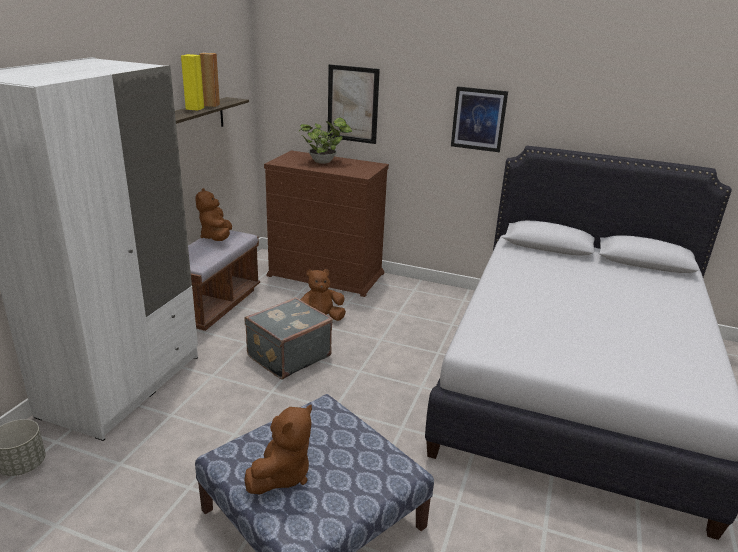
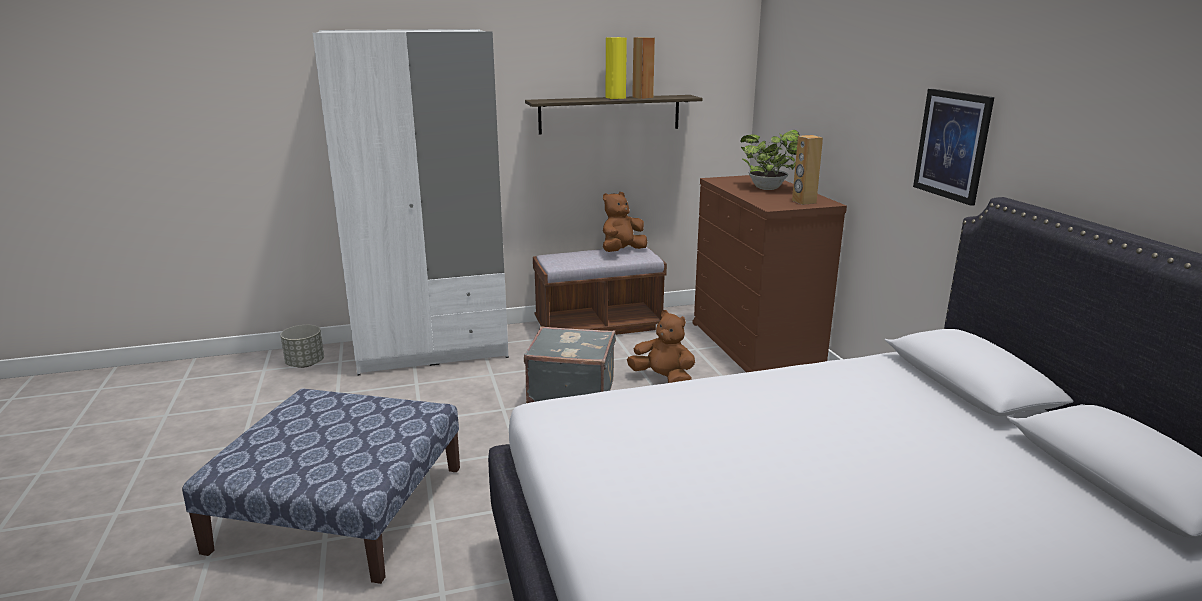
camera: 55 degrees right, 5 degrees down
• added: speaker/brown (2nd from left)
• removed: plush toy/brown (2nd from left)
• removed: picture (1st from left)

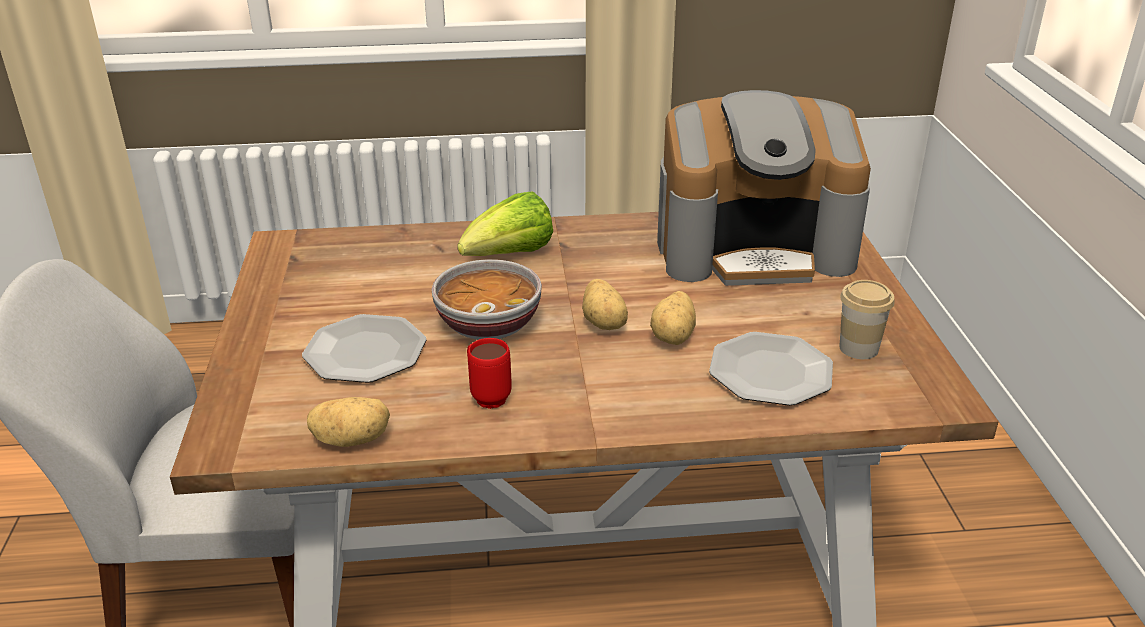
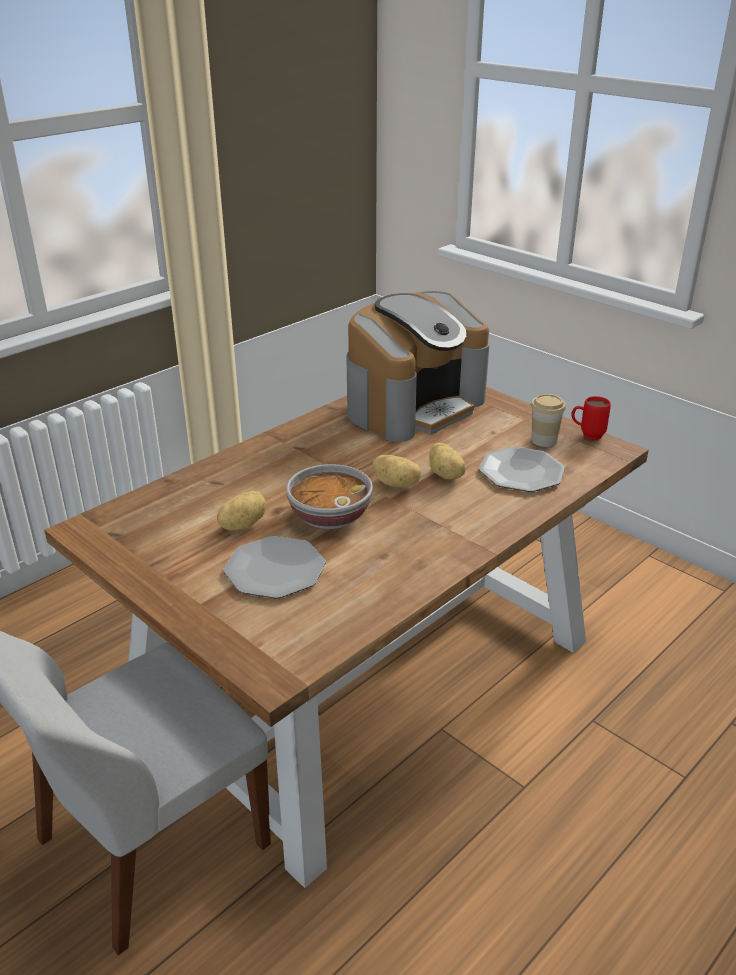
camera: 40 degrees left, 0 degrees up
• moved: potato (1st from left)
• moved: mug/red
• removed: lettuce

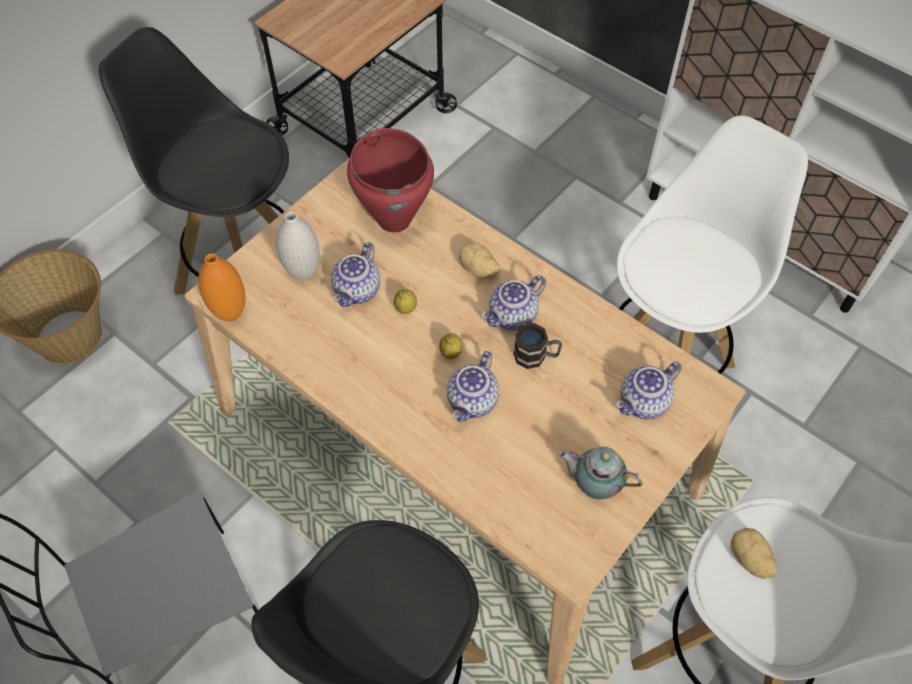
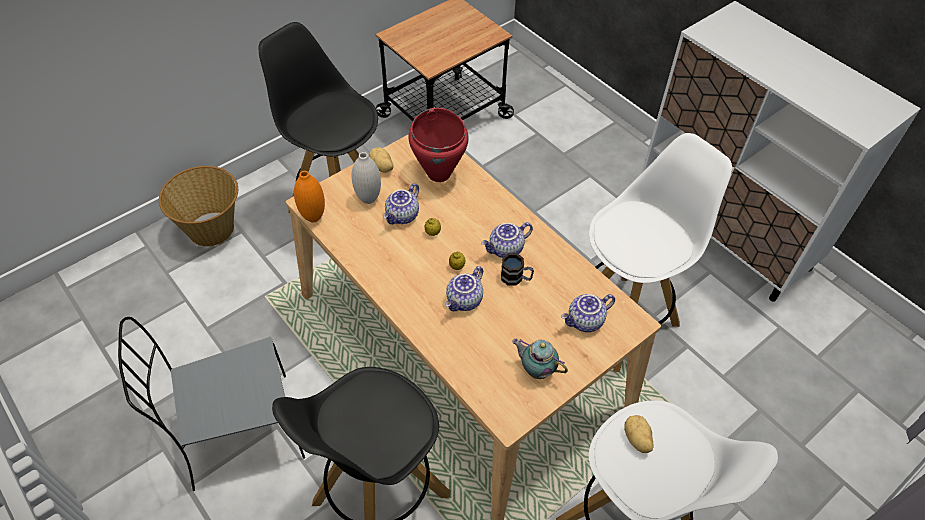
camera: 10 degrees right, 5 degrees down
• moved: potato (1st from left)

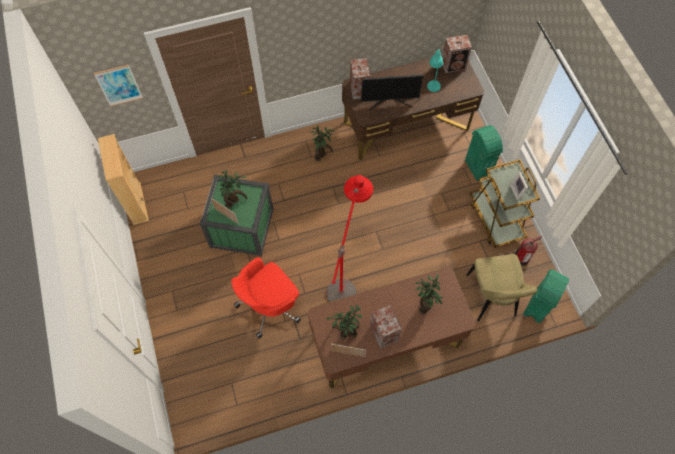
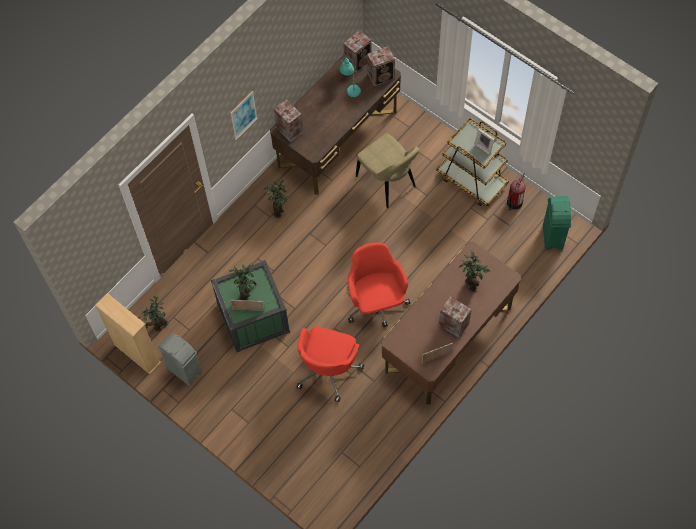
camera: 30 degrees left, 0 degrees up
• moved: potted plant (3rd from left in the first image) to potted plant (1st from left)
• added: trash can/grey
• moved: picture
• replaced: floor lamp/red to office chair/red (2nd from left)
• moved: chair/beige
• added: speaker (3rd from left)
• removed: monitor
• removed: trash can/green (1st from left)

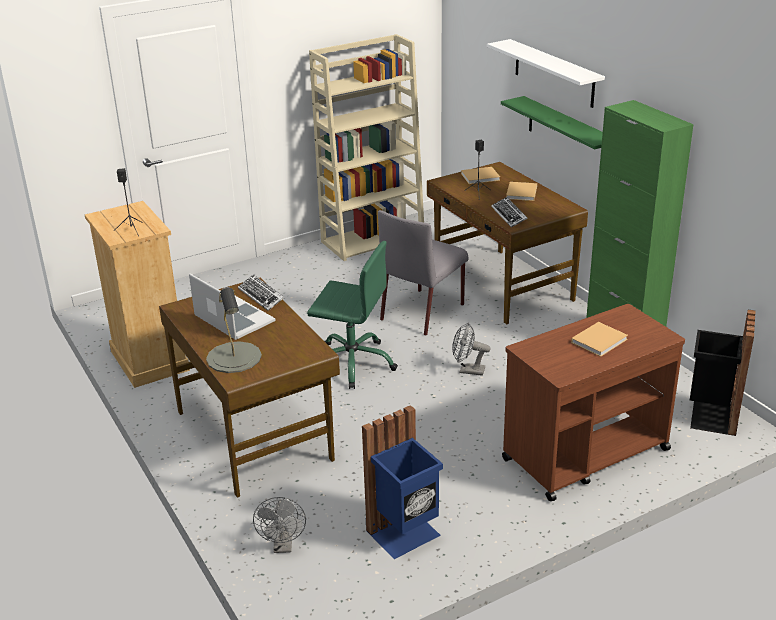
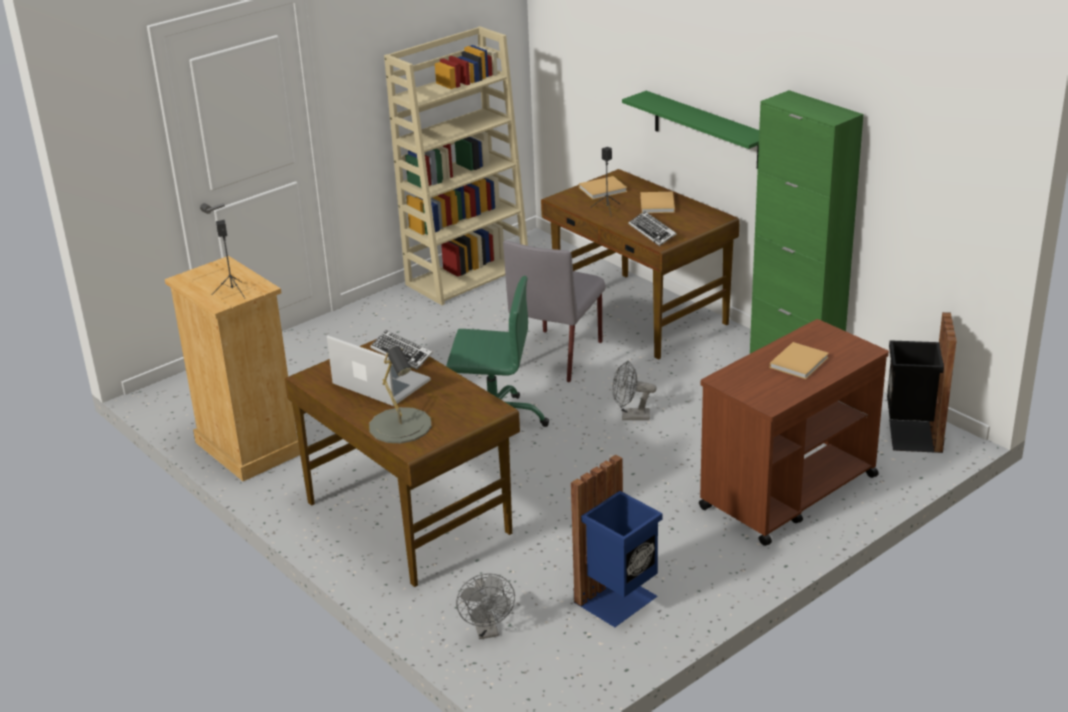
camera: 10 degrees left, 0 degrees up
• removed: shelf/white

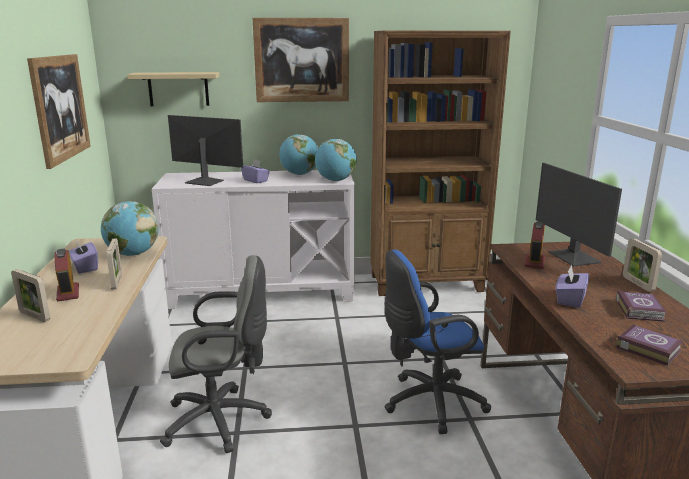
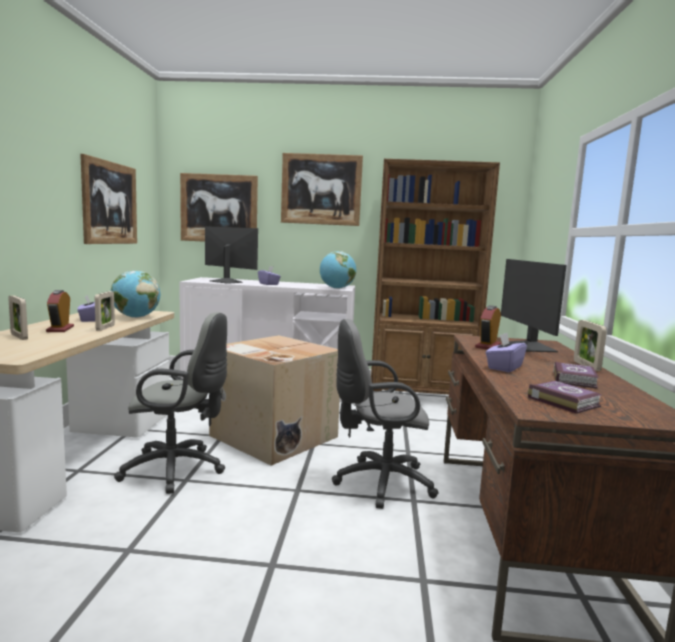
camera: 10 degrees right, 10 degrees down
• replaced: shelf/beige to picture (2nd from left)
• added: cardboard box
• recoloured: office chair/blue to office chair/grey (2nd from left)
• removed: globe (2nd from left)

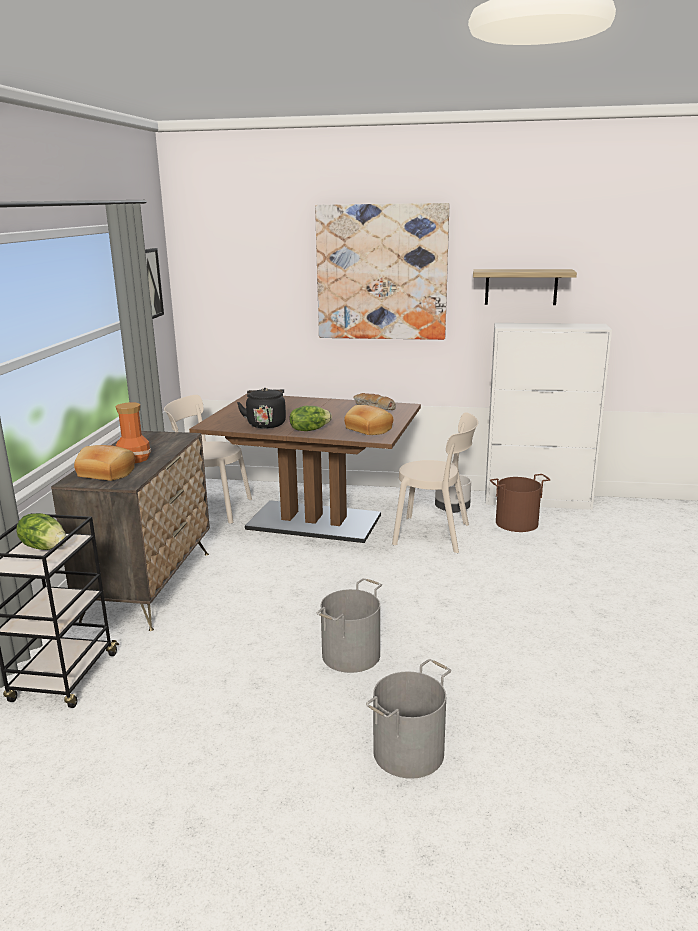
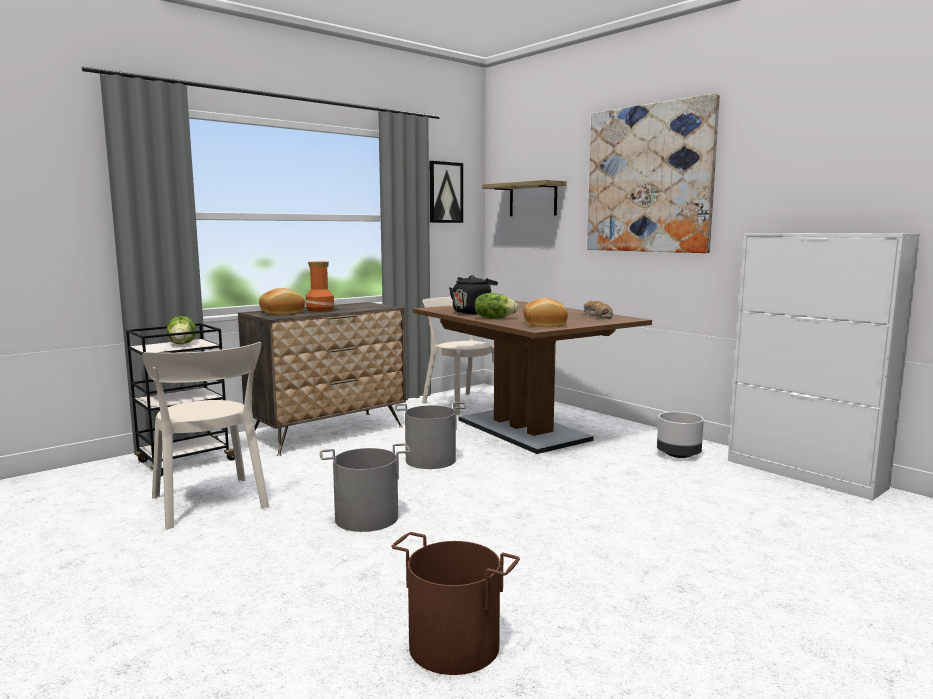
camera: 40 degrees right, 10 degrees down
• moved: chair/beige (2nd from left in the first image) to chair/beige (1st from left)
• moved: bucket/brown
• moved: bucket/grey (2nd from left)
• moved: shelf

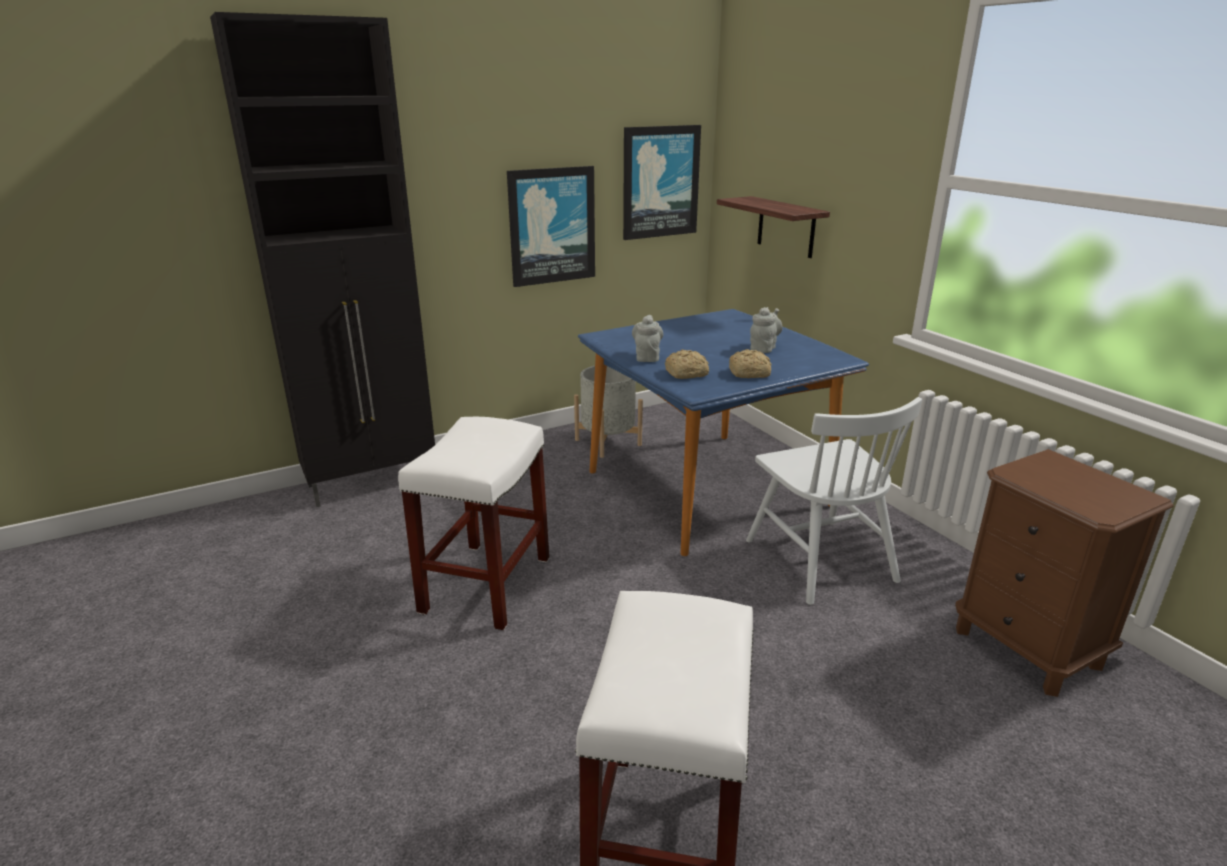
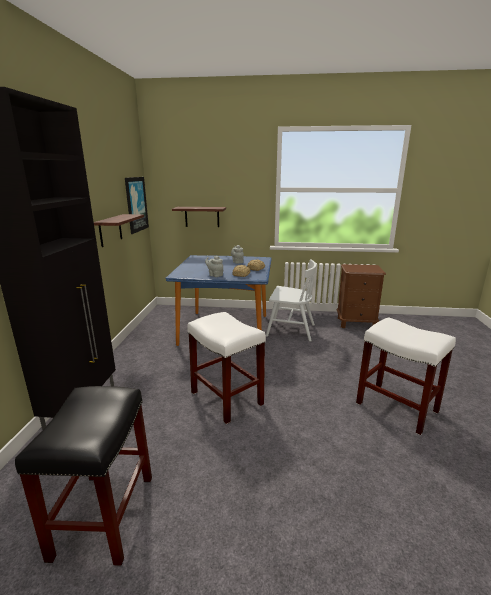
camera: 55 degrees left, 5 degrees down
• added: stool/black
• replaced: picture (1st from left) to shelf (1st from left)
• removed: planter/grey

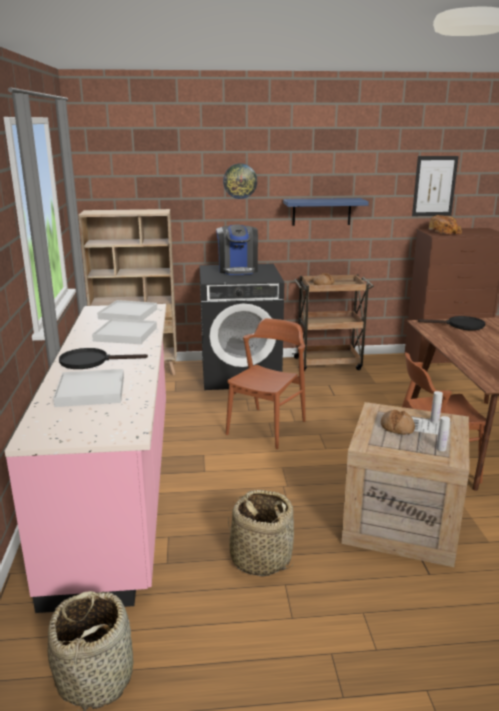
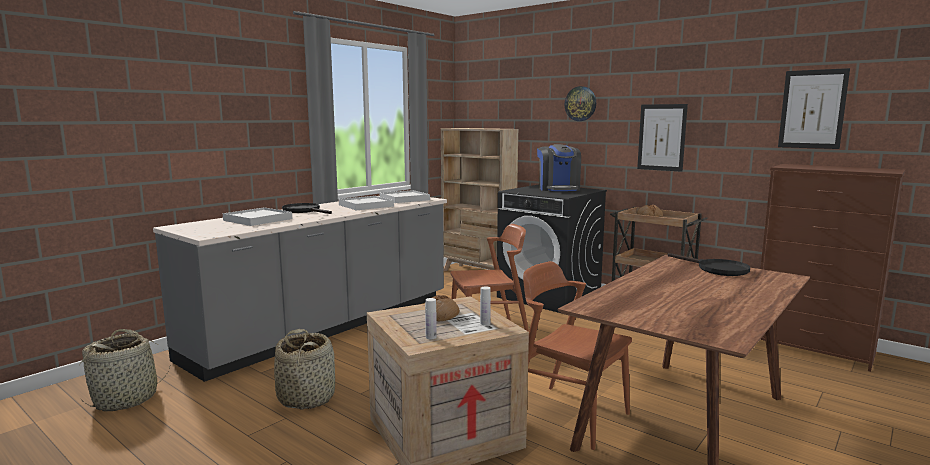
camera: 45 degrees right, 10 degrees down
• recoloured: counter/pink to counter/grey
• turned: coffee machine 45 degrees counterclockwise
• replaced: shelf/blue to picture (1st from left)
• removed: bread (3rd from left)

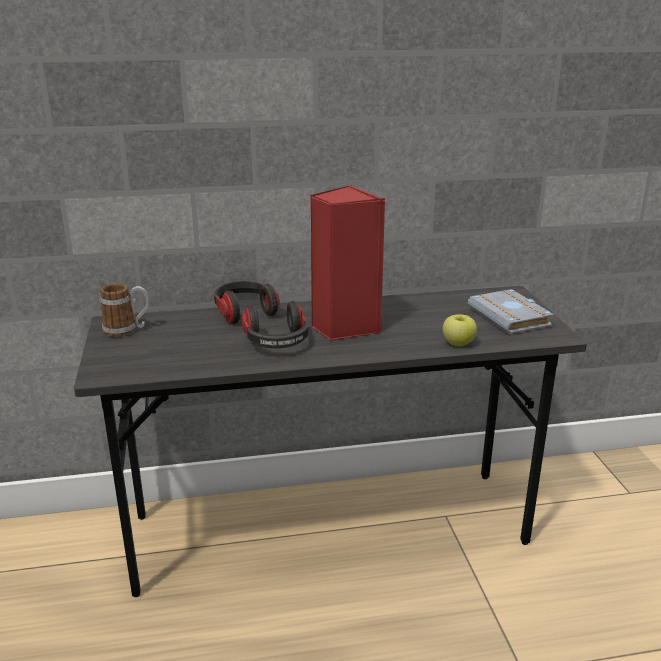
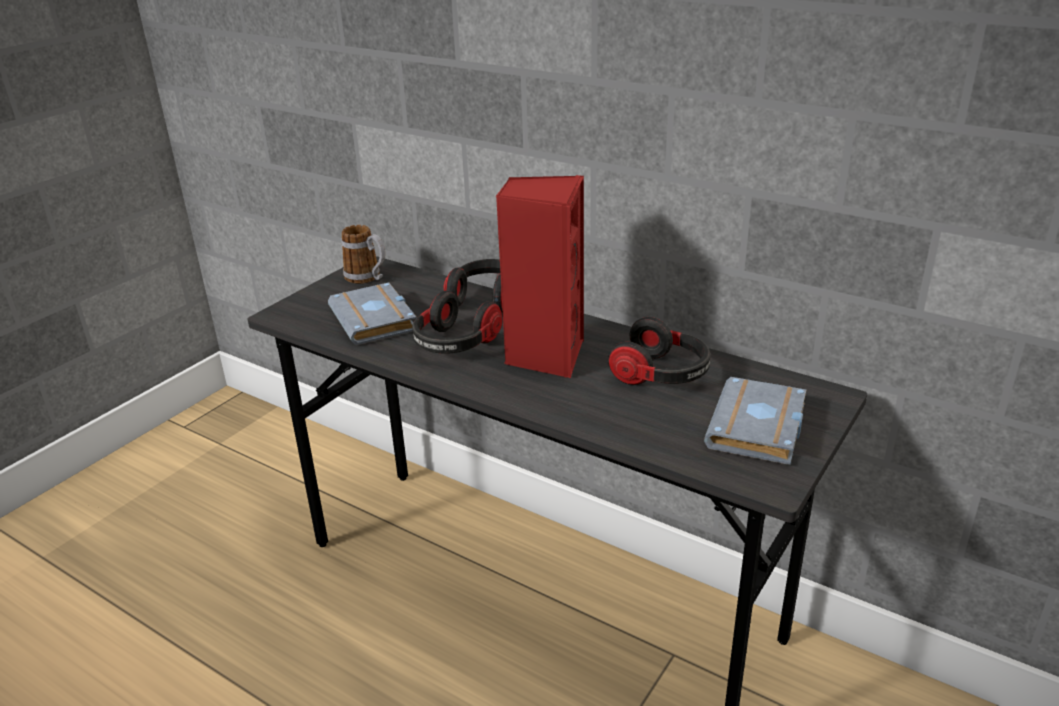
camera: 45 degrees right, 5 degrees up
• added: book/grey (1st from left)
• added: headphones (3rd from left)
• removed: apple

